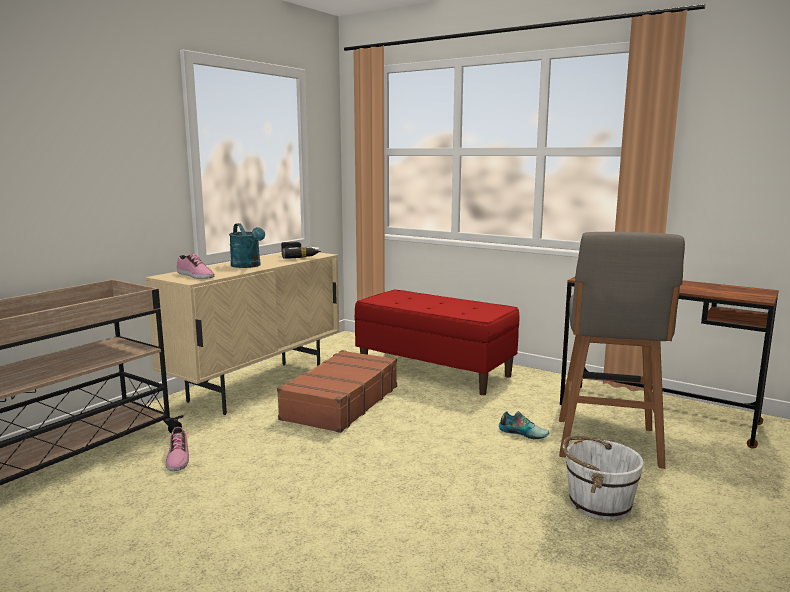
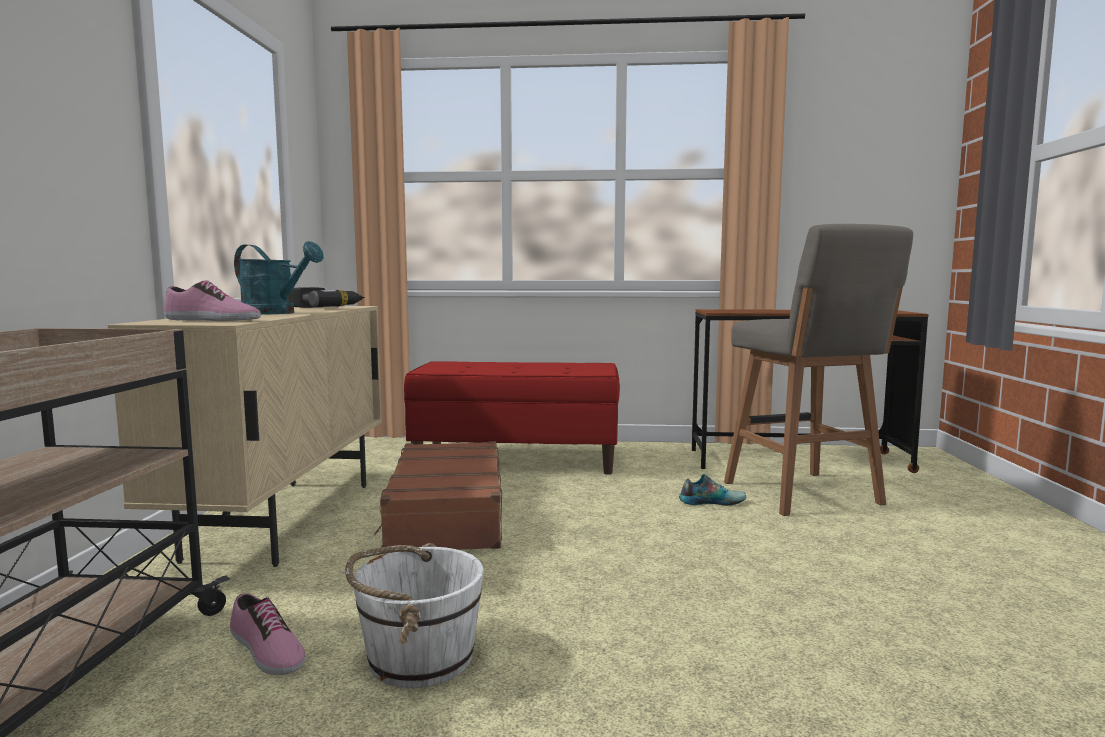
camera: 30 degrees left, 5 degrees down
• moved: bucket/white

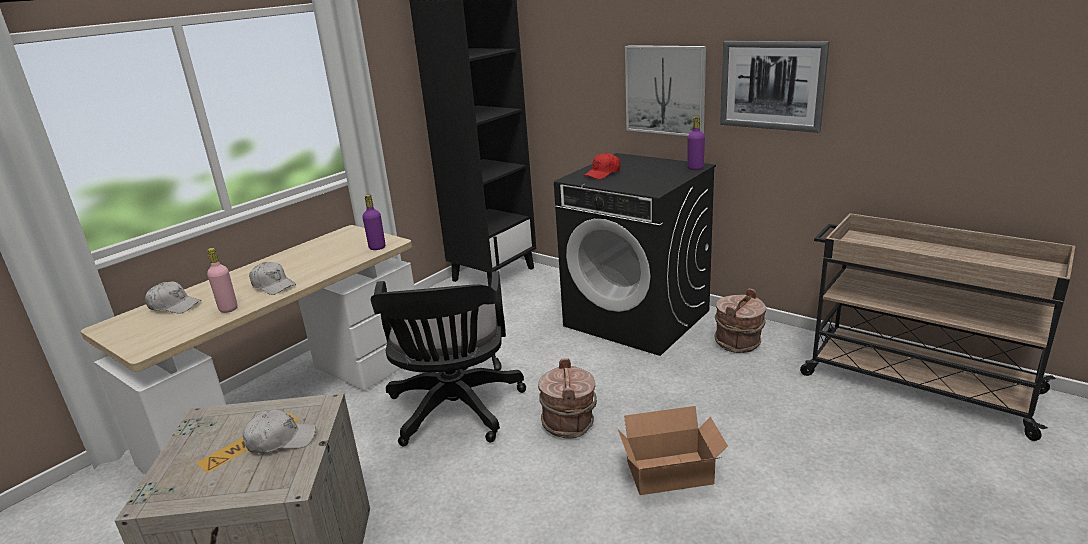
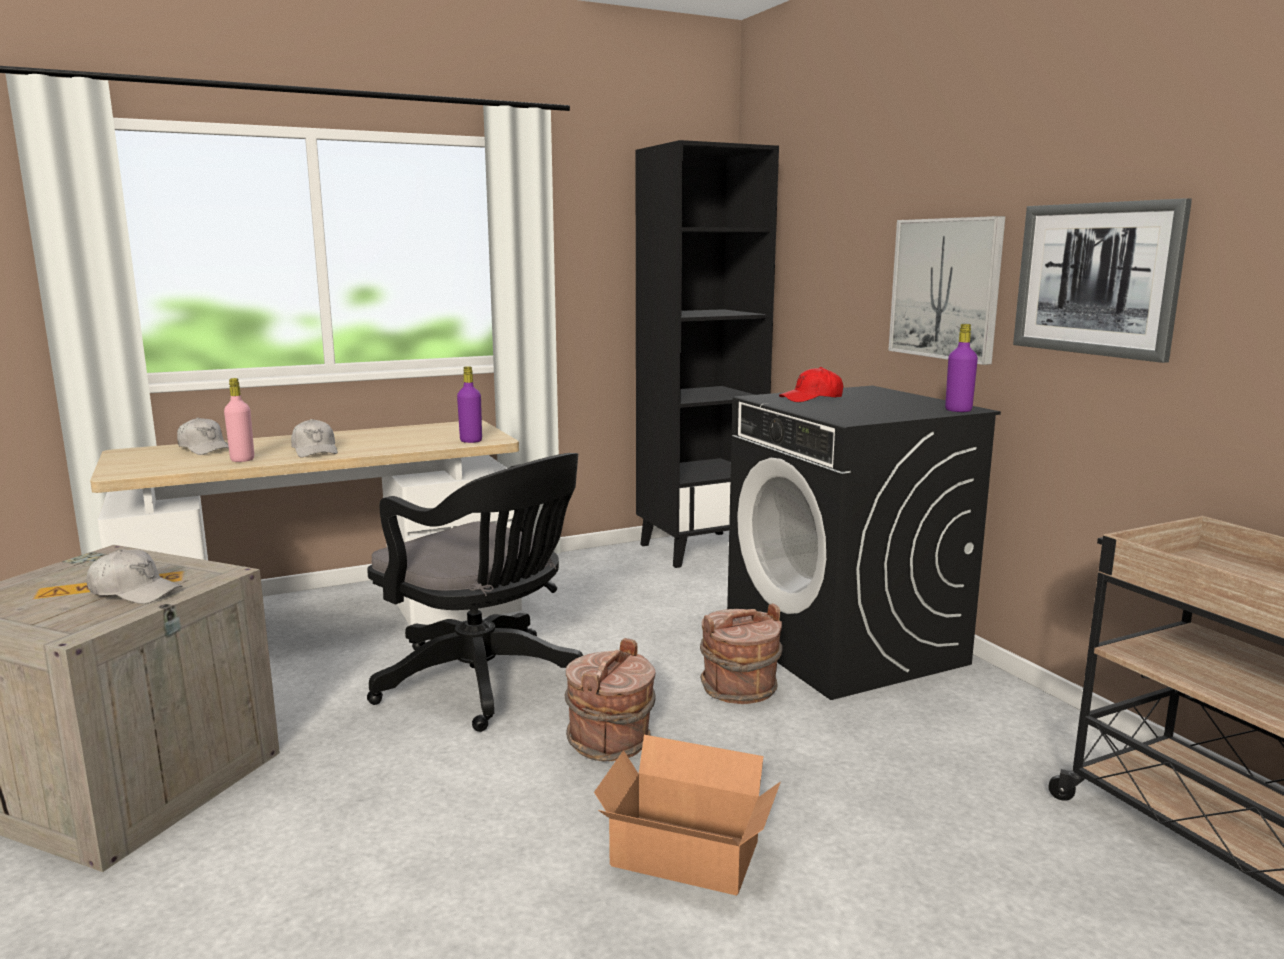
camera: 25 degrees right, 10 degrees down
• turned: office chair/black 75 degrees counterclockwise
• moved: bucket/brown (2nd from left)

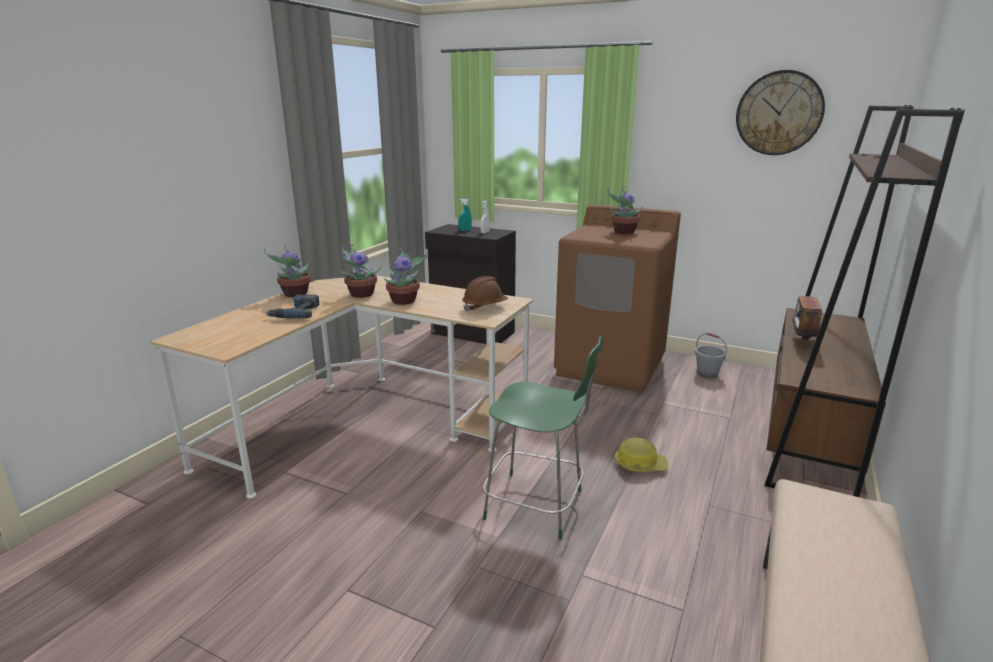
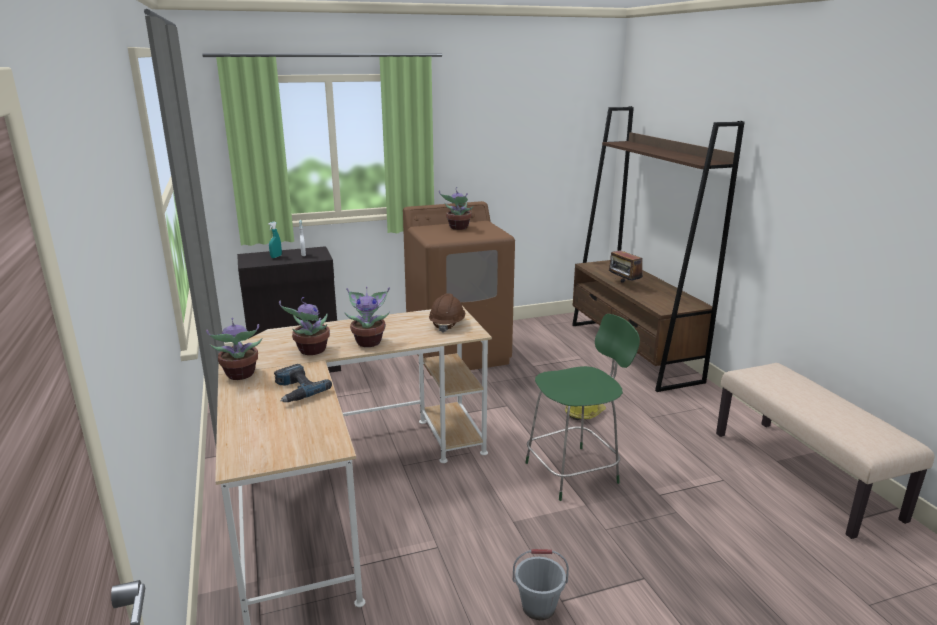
camera: 45 degrees left, 0 degrees up
• moved: bucket/grey
• removed: wall clock

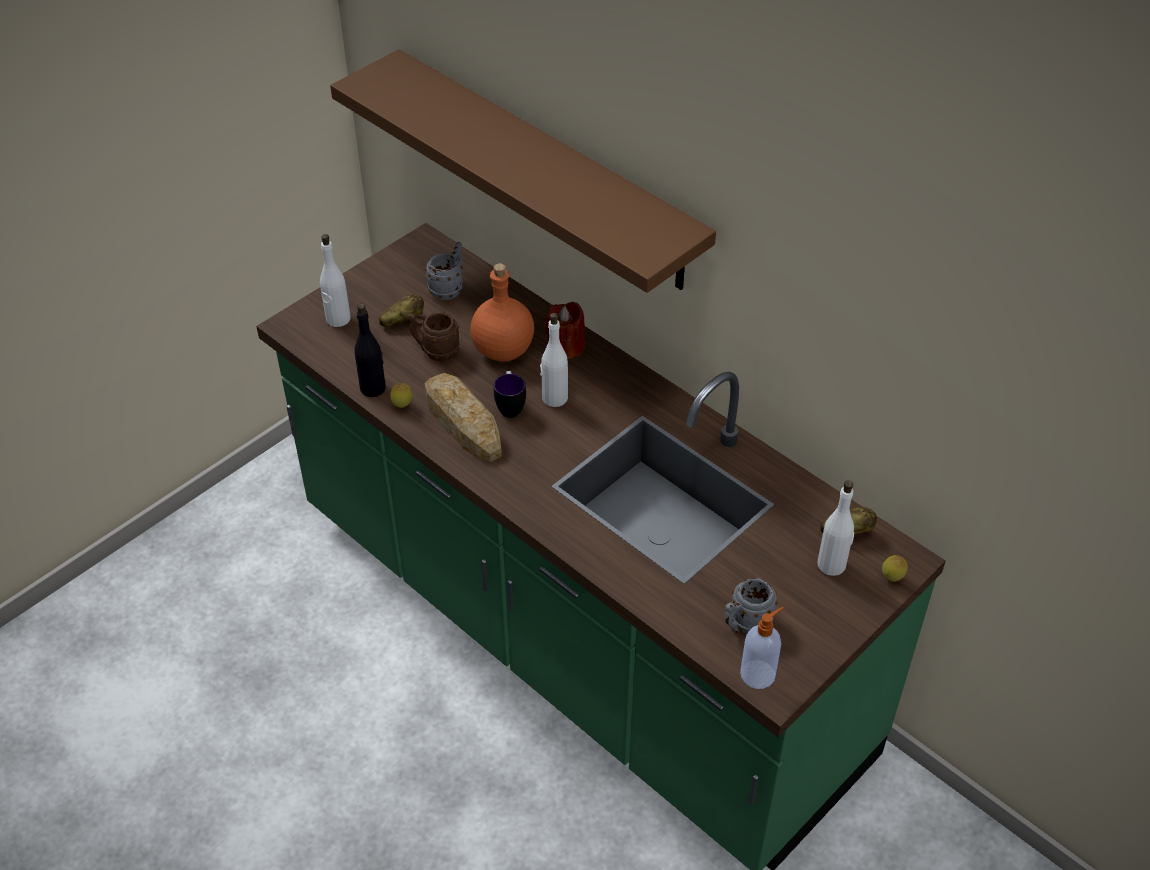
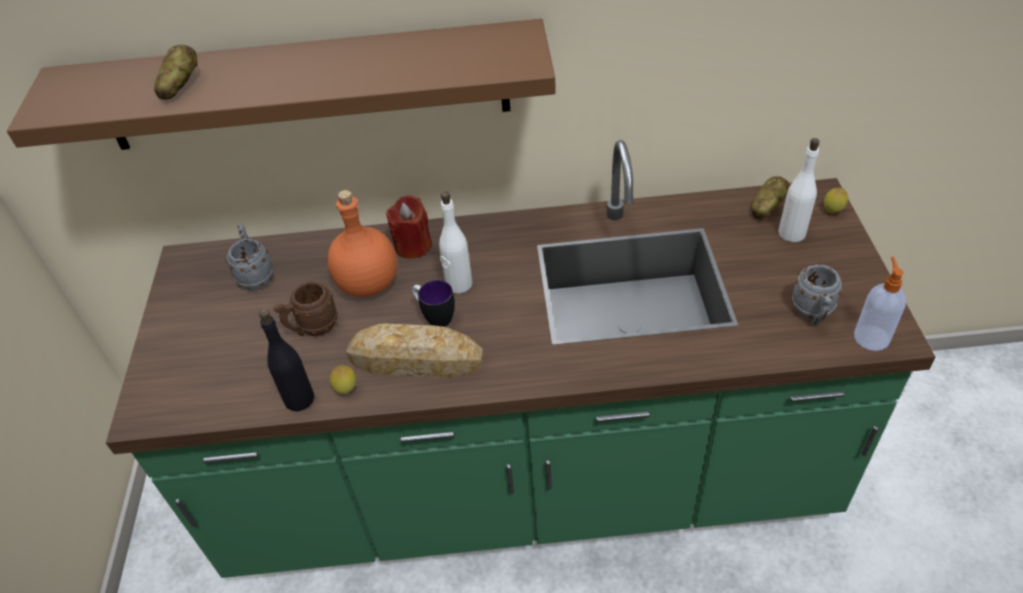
camera: 45 degrees left, 0 degrees up
• moved: potato (1st from left)
• removed: bottle/white (1st from left)

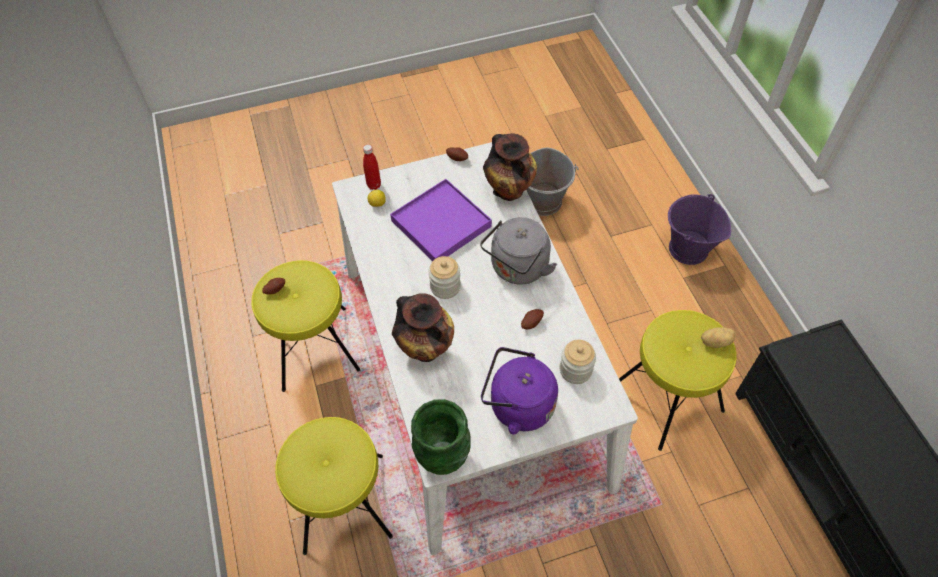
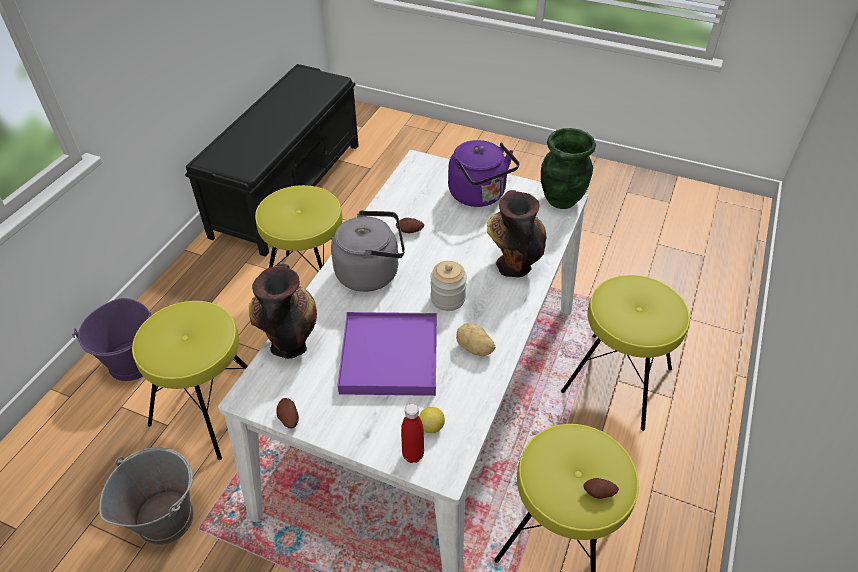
camera: 140 degrees left, 10 degrees down
• added: stool/yellow (1st from left)
• moved: potato (4th from left in the first image) to potato (3rd from left)
• removed: jar (2nd from left)

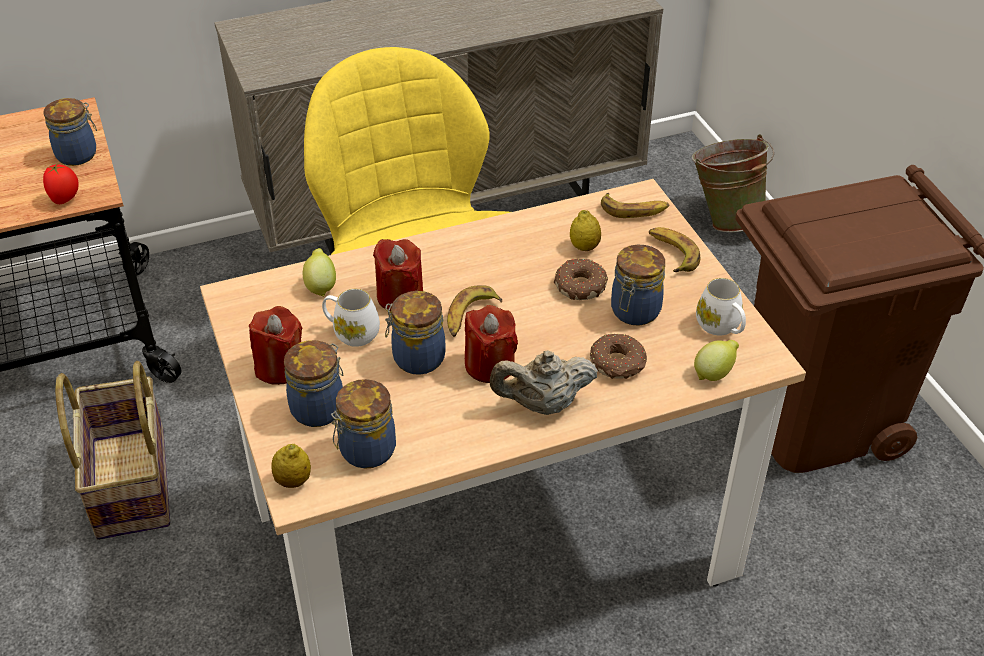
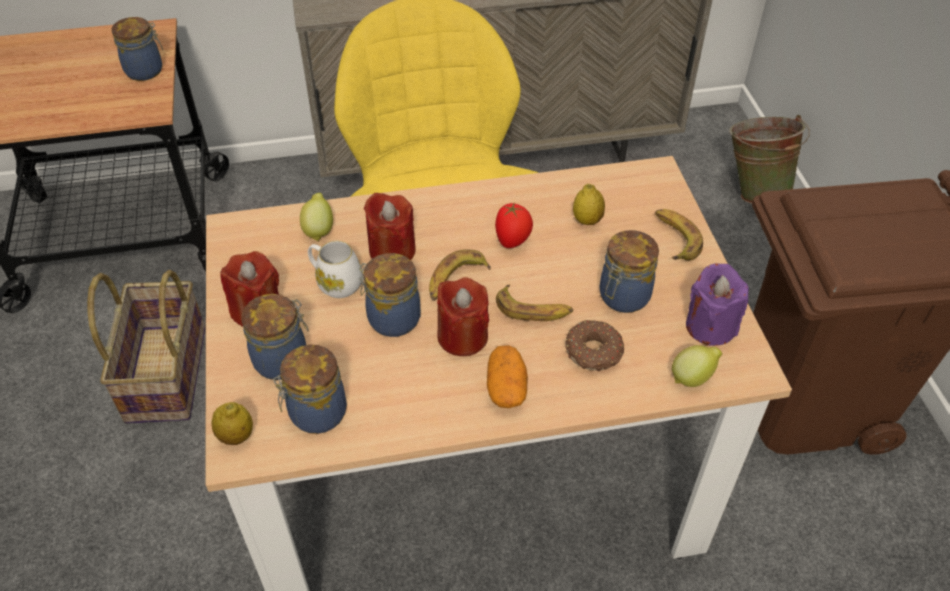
camera: 10 degrees right, 5 degrees up
• replaced: teapot/beige to potato
• moved: tomato
• moved: banana (2nd from left)
• replaced: mug/white (2nd from left) to candle/purple
• removed: donut (1st from left)

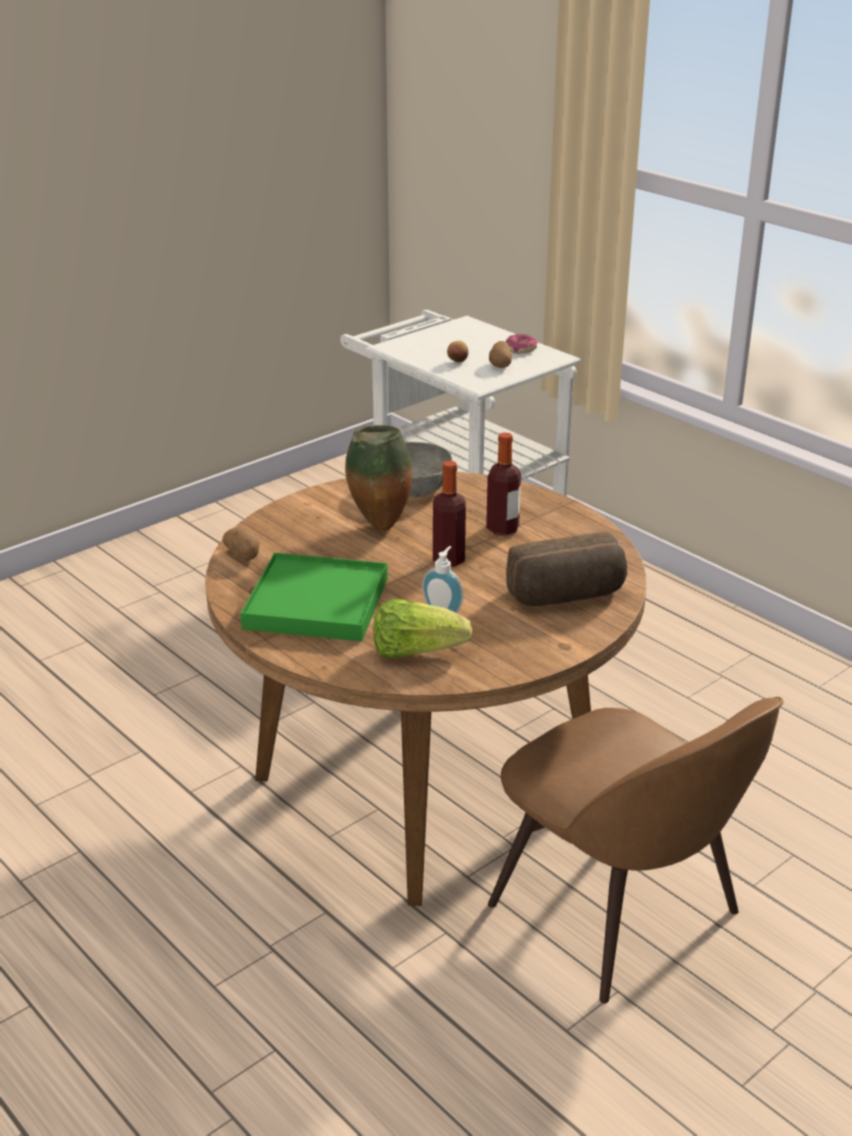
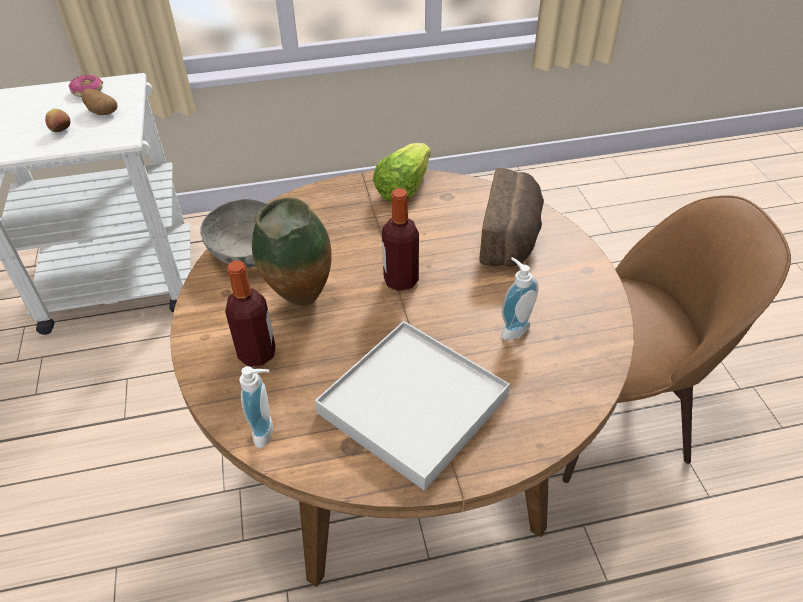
camera: 60 degrees left, 15 degrees up
• moved: bottle (2nd from left in the first image) to bottle (1st from left)
• replaced: potato (1st from left) to soap dispenser (1st from left)
• recoloured: tray/green to tray/white
• moved: lettuce

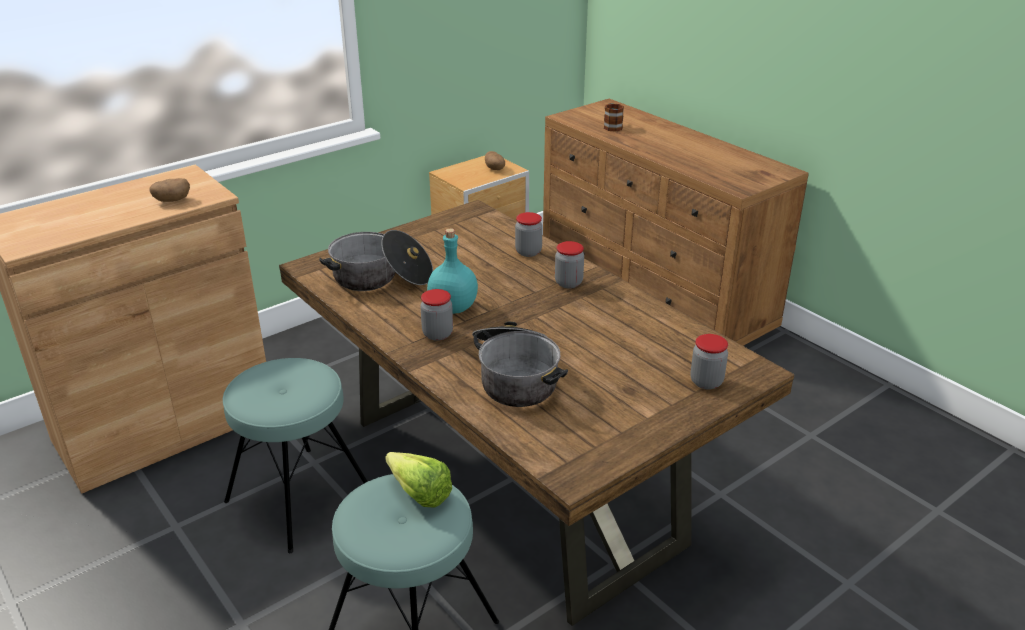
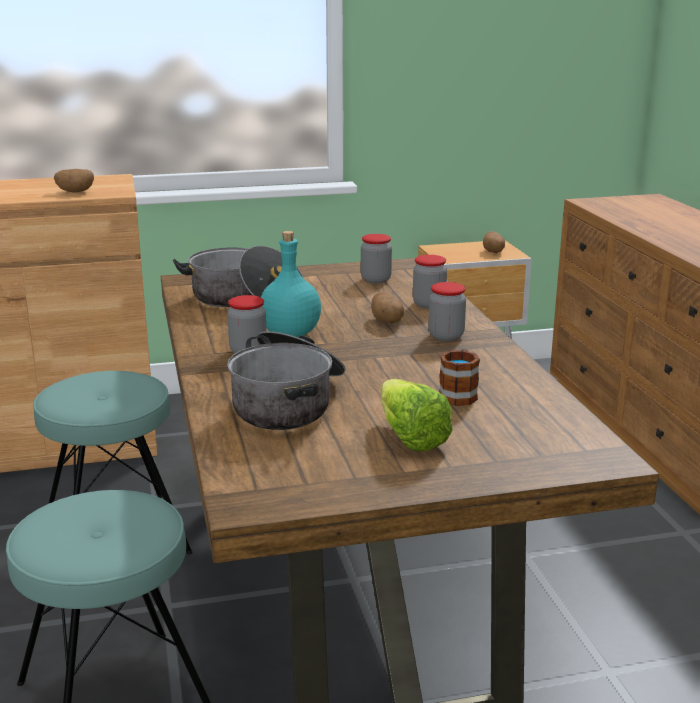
camera: 25 degrees right, 10 degrees down
• moved: jar (4th from left in the first image) to jar (2nd from left)
• added: potato (2nd from left)
• moved: lettuce
• moved: mug

